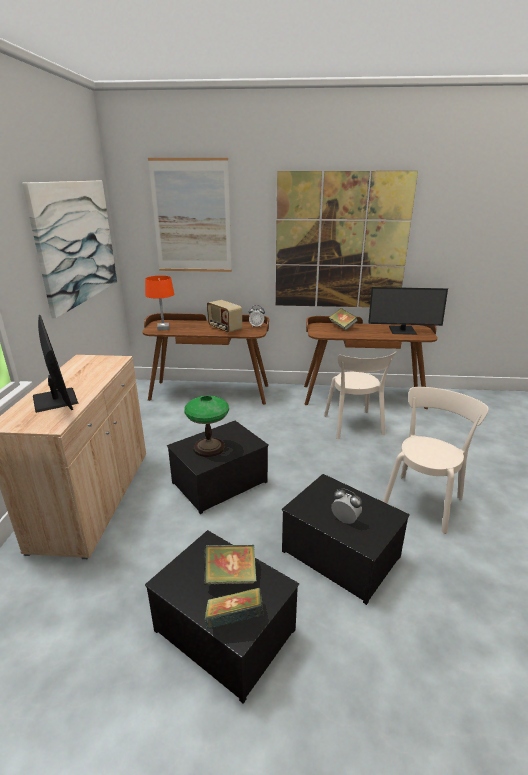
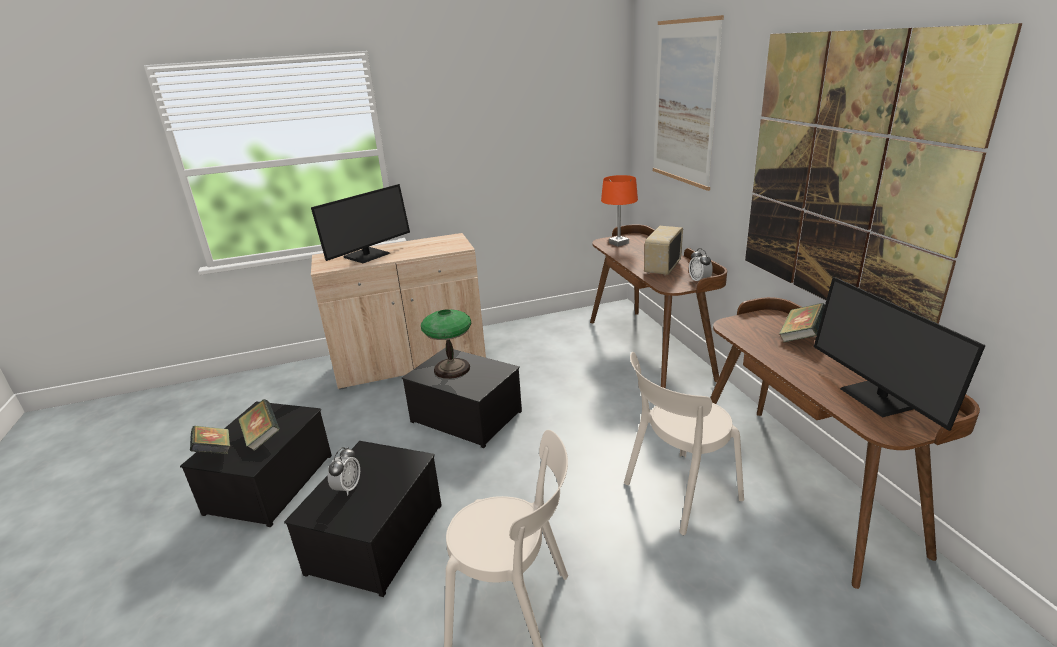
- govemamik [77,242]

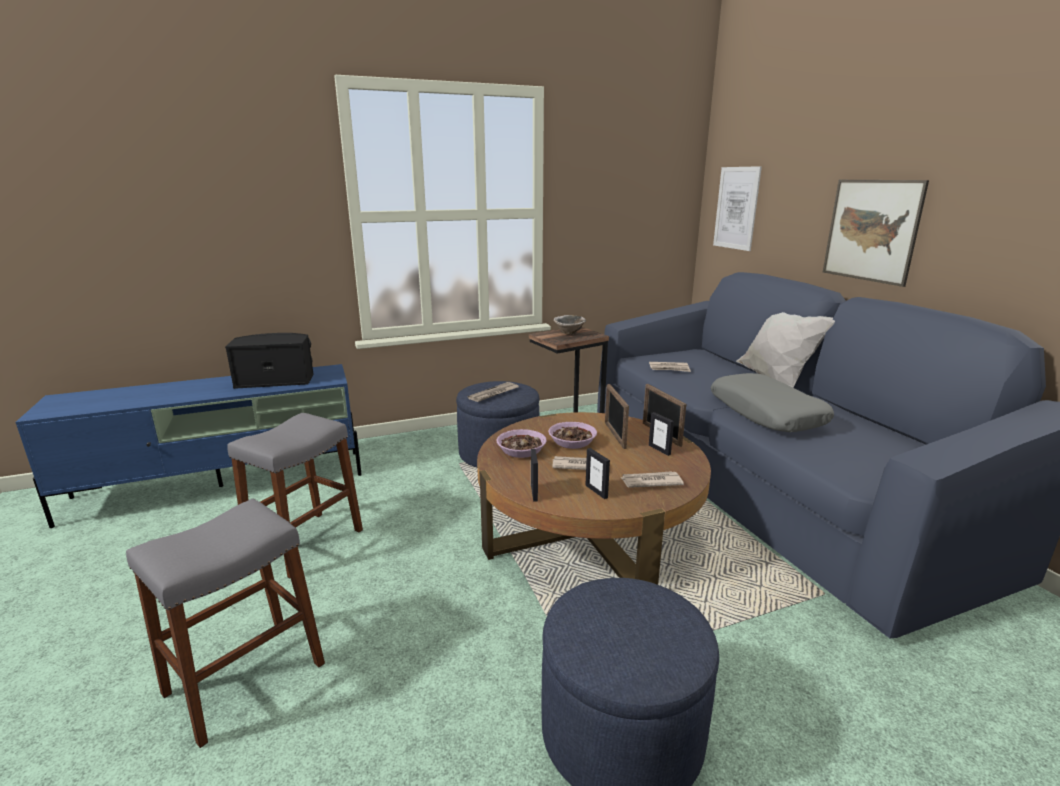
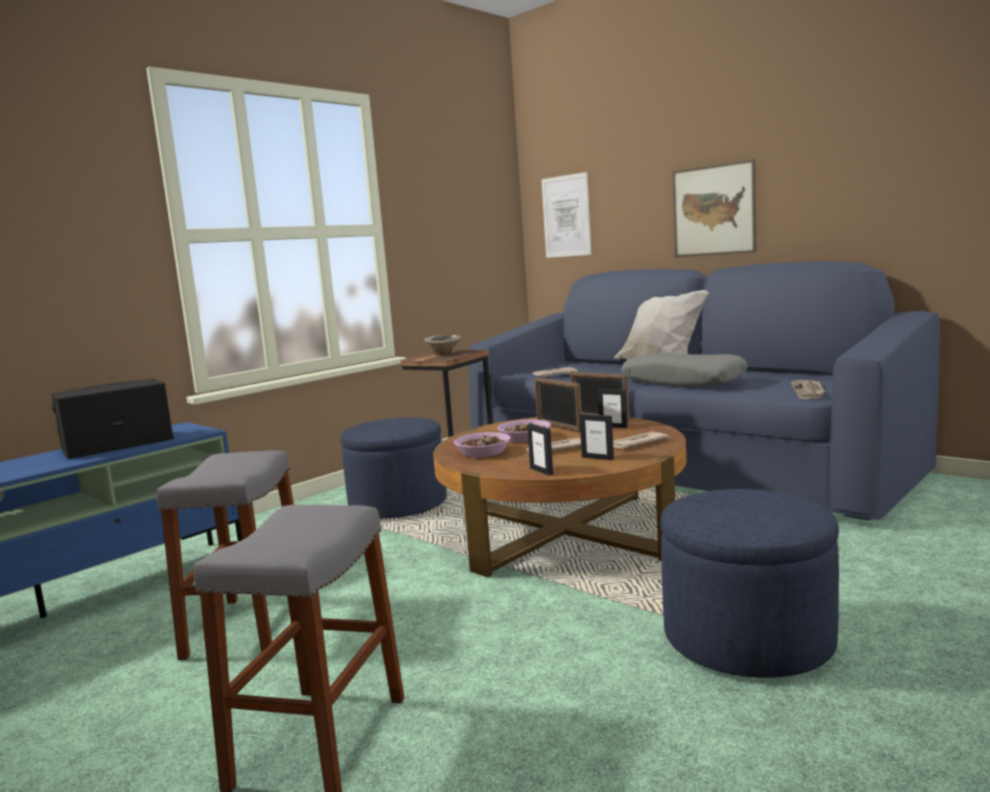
~ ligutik [494,394] to [809,391]

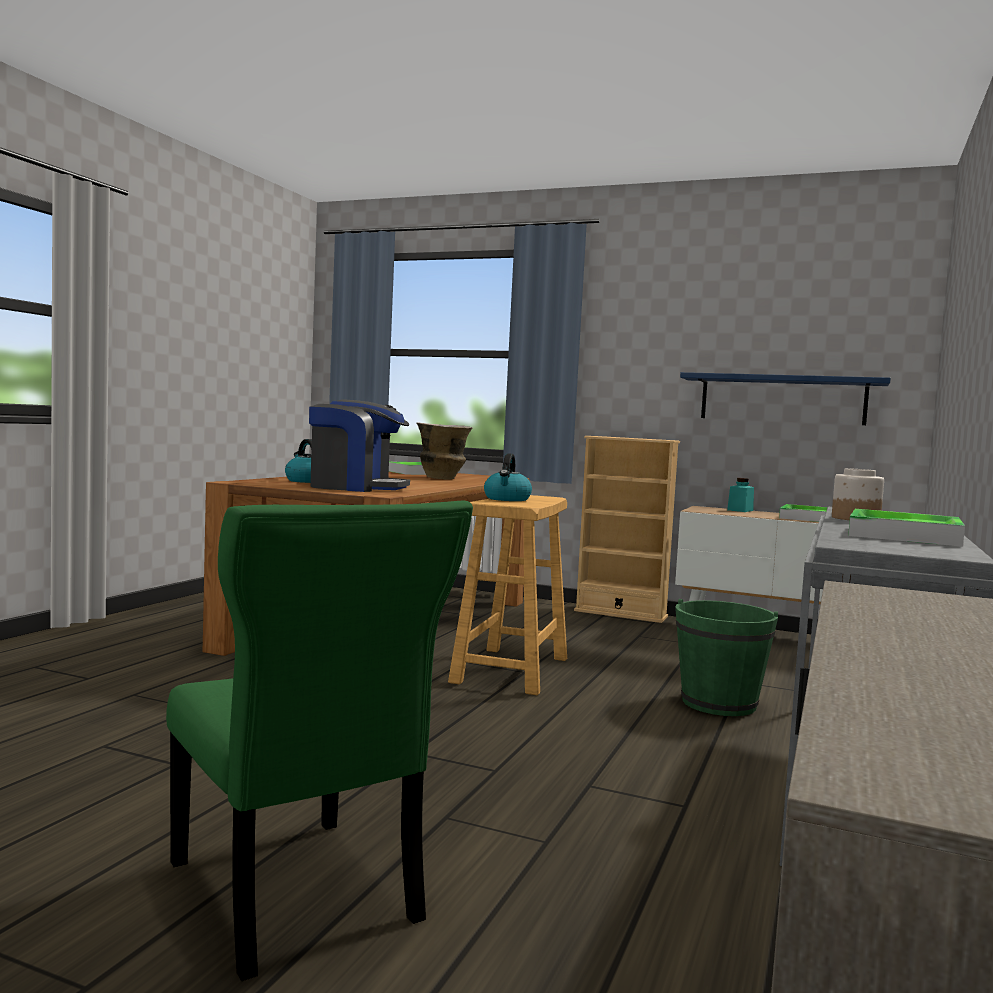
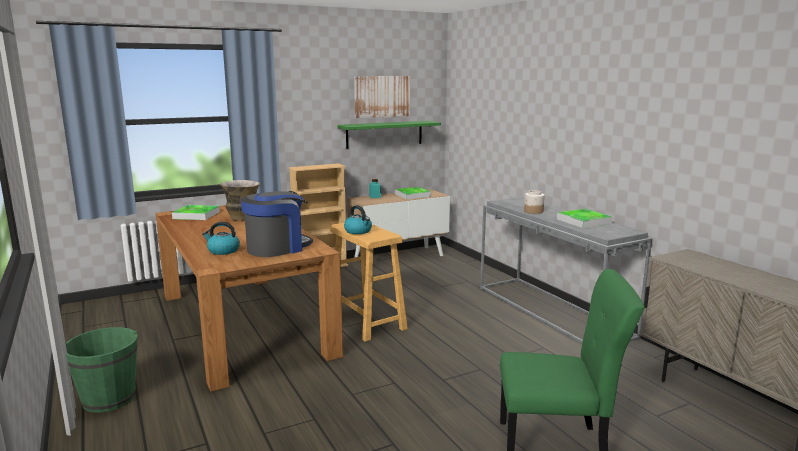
+ govemamik [382,96]
~ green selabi [719,703] to [109,399]
~ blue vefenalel [782,399] to green vefenalel [384,134]

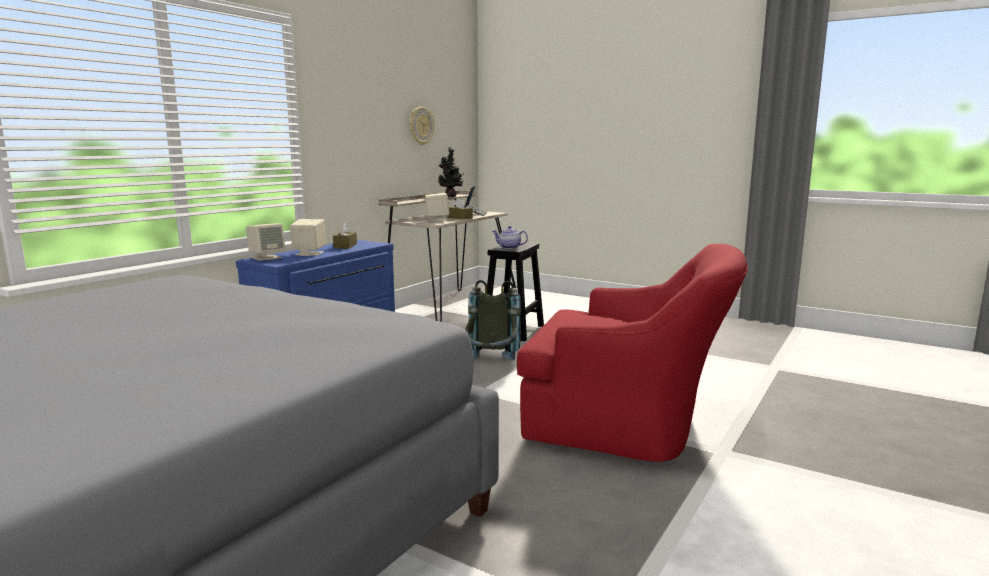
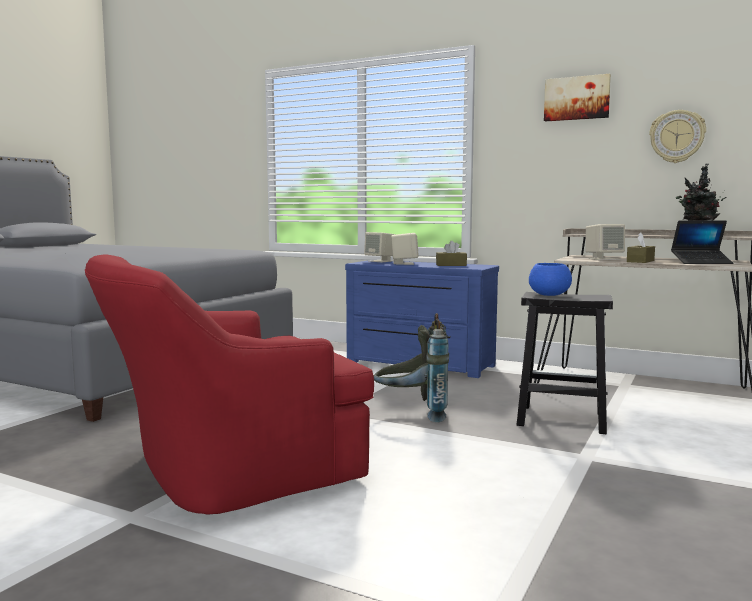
+ govemamik [577,98]
~ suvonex [509,247] to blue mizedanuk [549,295]
~ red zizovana [628,424] = [228,471] 45 degrees clockwise

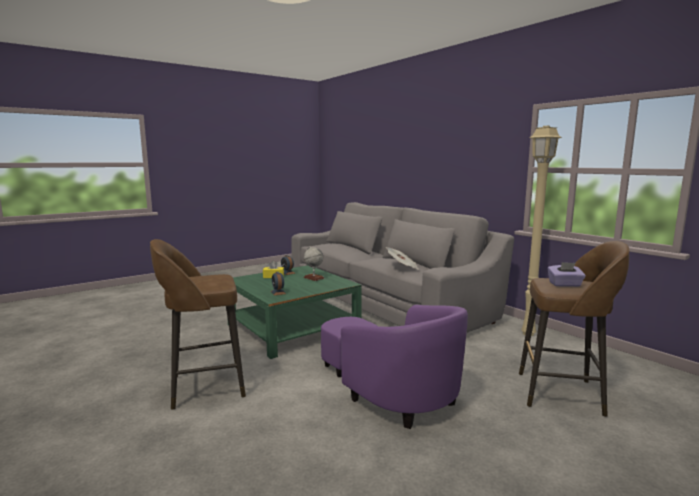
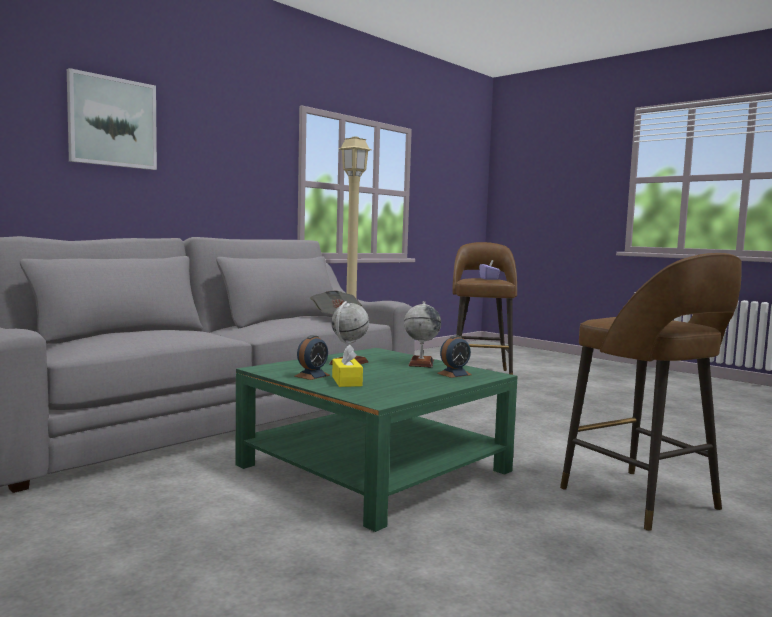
- purple zizovana [390,391]
+ govemamik [112,122]
+ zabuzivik [421,363]

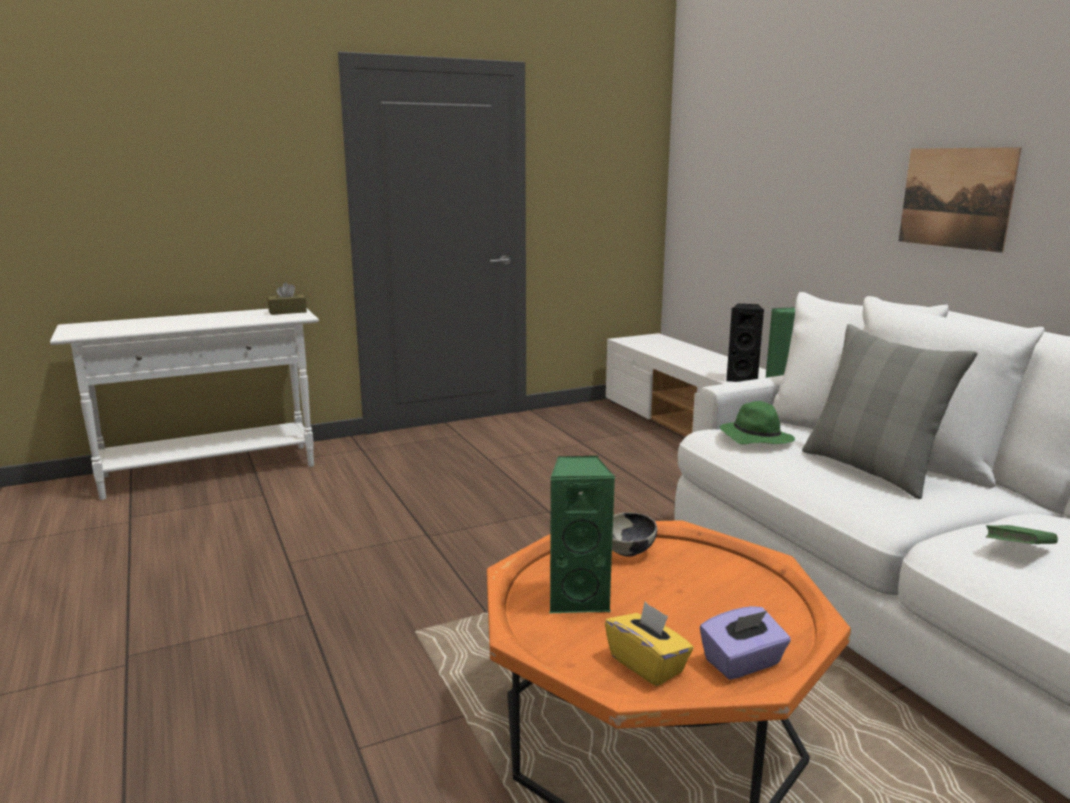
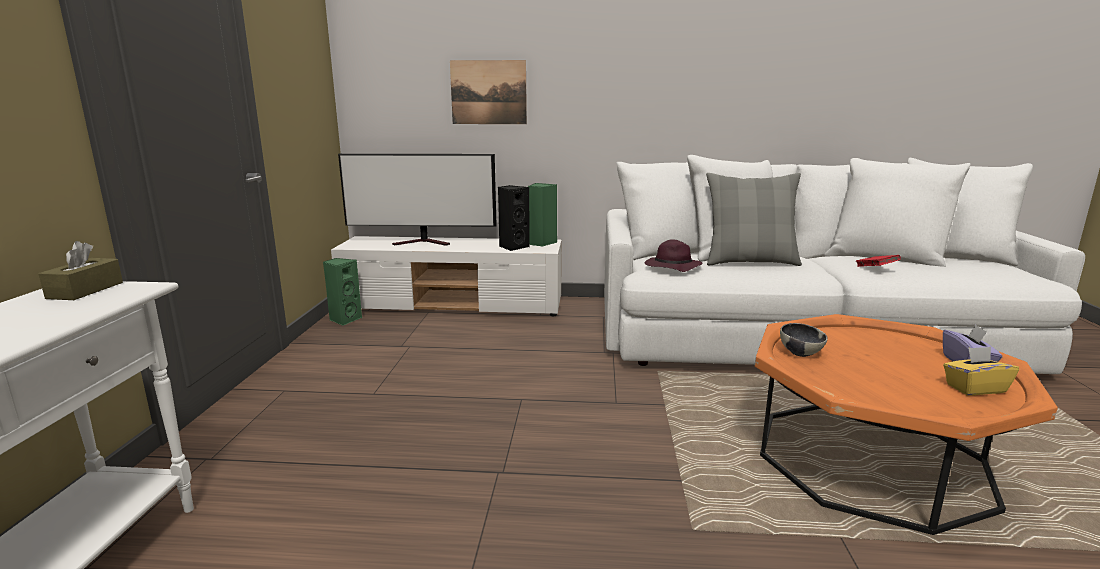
+ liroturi [424,242]
~ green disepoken [578,599] to [344,319]
~ govemamik [955,198] to [488,92]
~ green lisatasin [755,438] to purple lisatasin [671,267]
~ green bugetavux [1018,551] to red bugetavux [876,269]

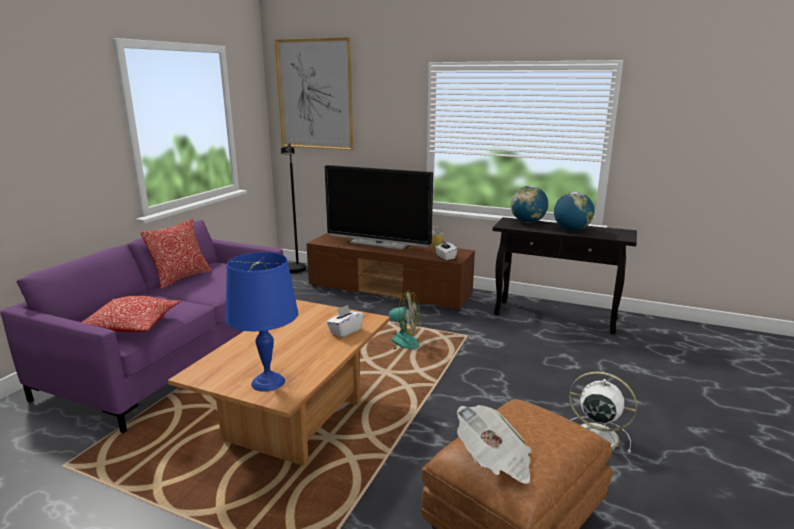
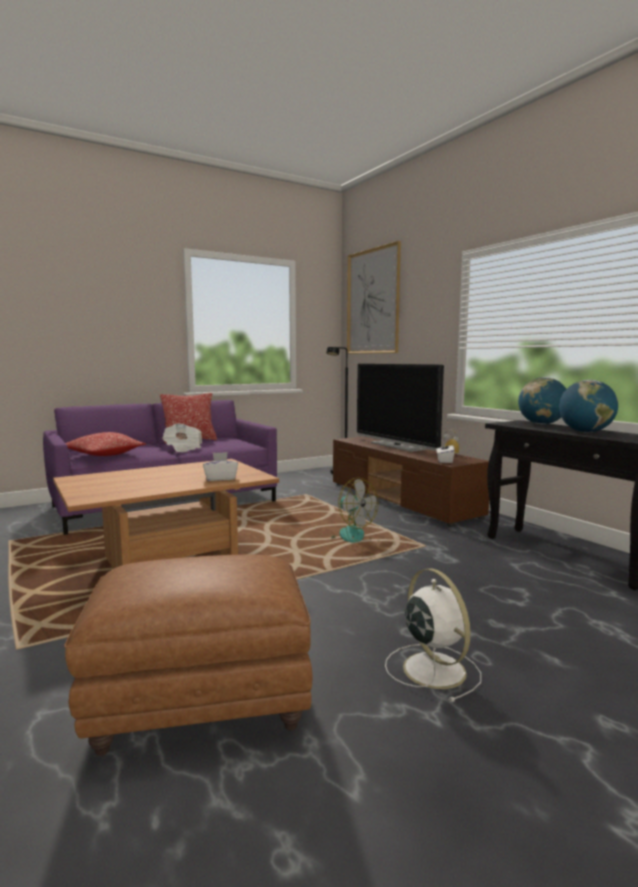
- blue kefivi [268,382]
~ ligutik [494,461] to [183,449]

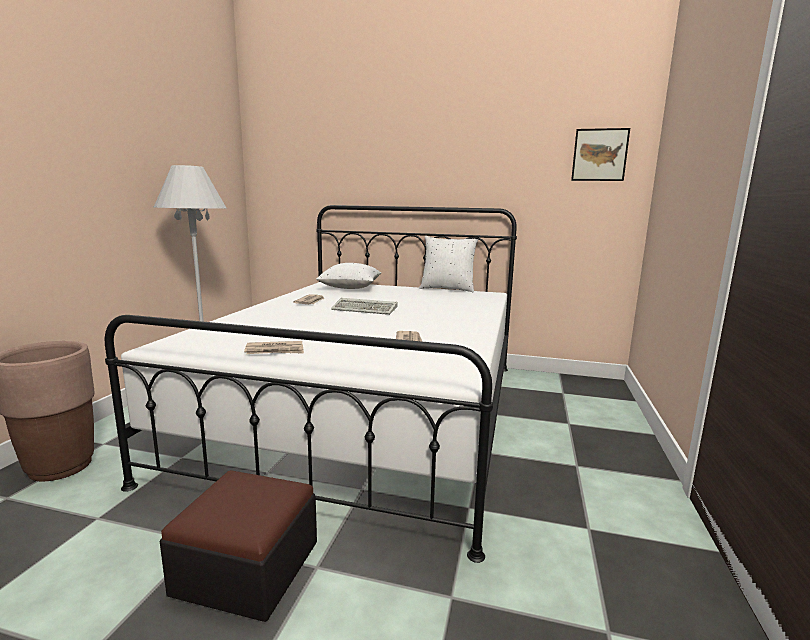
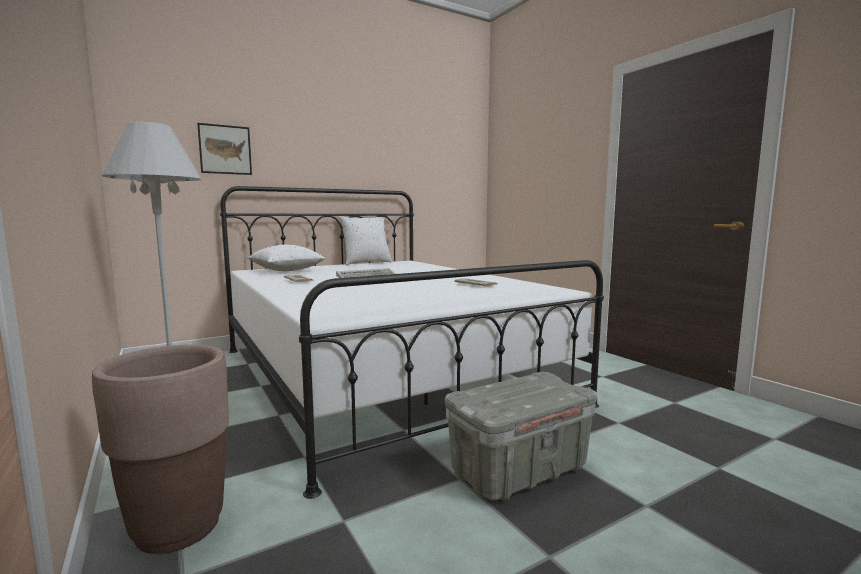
- ligutik [275,351]
~ govemamik [599,155] to [225,149]
~ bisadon [247,567] to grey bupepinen [519,469]

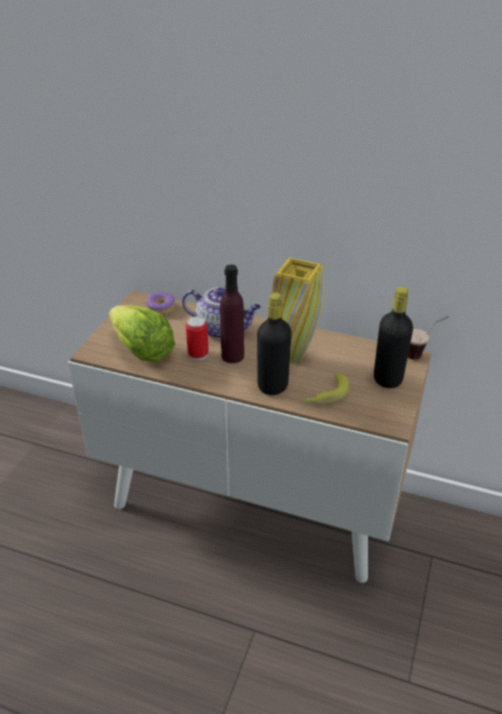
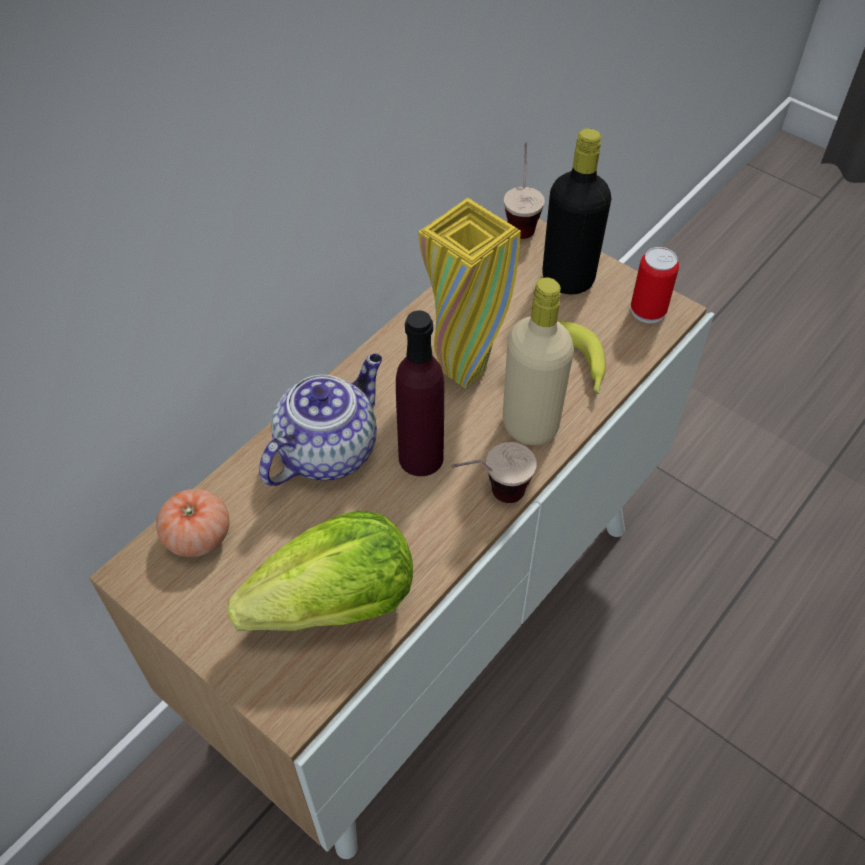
+ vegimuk [490,497]
~ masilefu [198,354] to [648,310]
~ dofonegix [161,308] to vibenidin [197,536]
~ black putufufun [272,386] to beige putufufun [530,425]

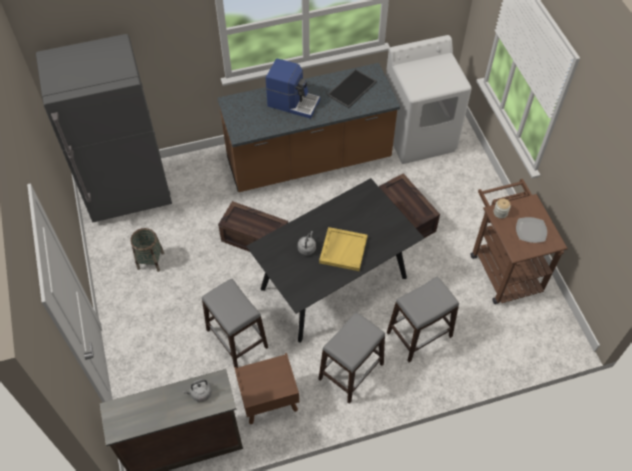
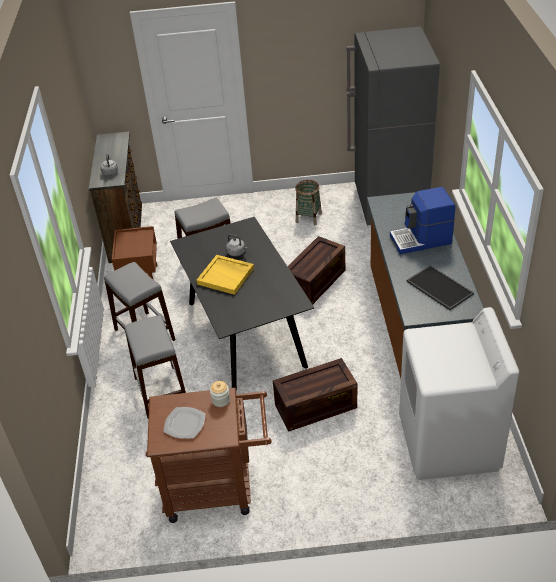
~ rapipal [293,102] = [421,240] 45 degrees clockwise

